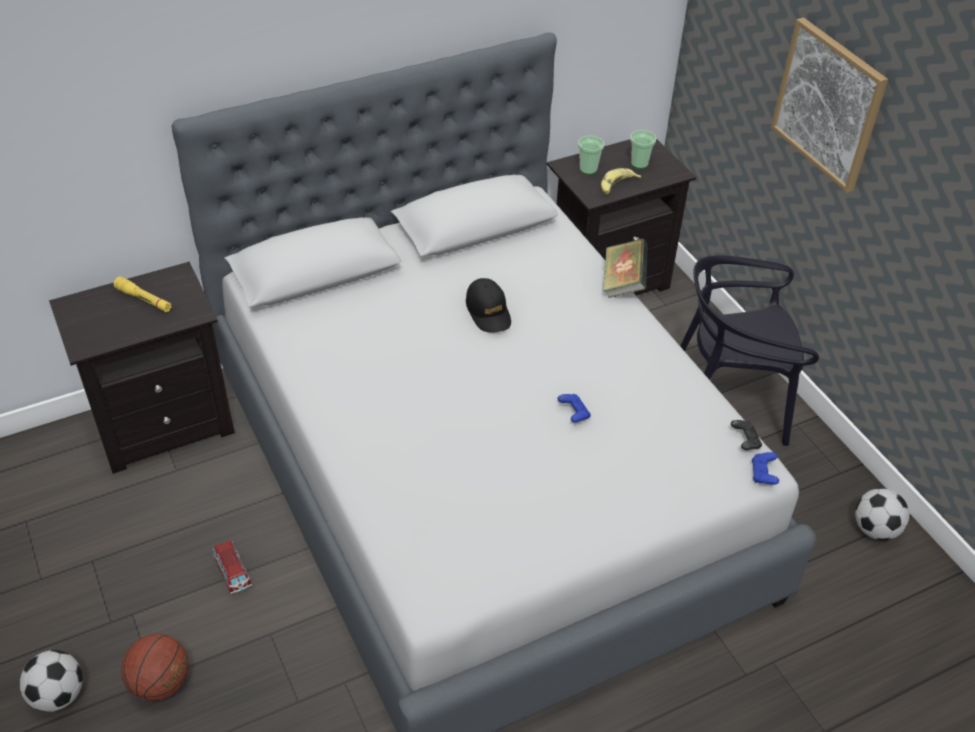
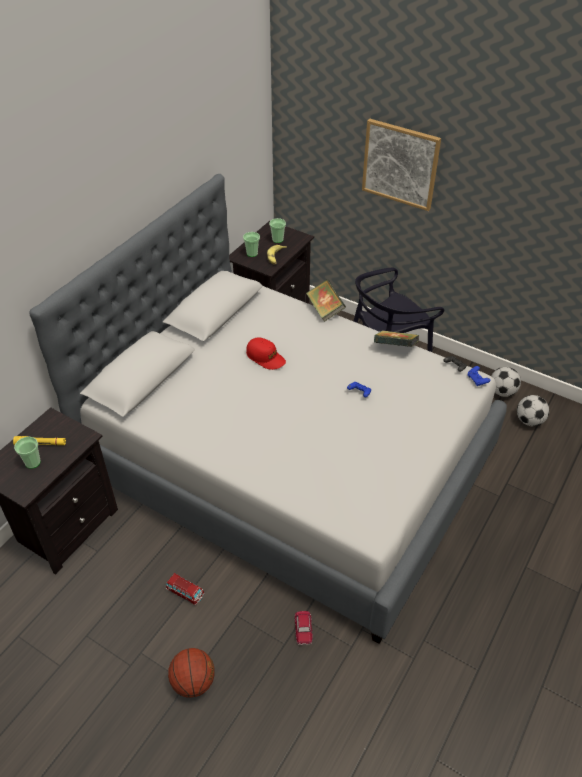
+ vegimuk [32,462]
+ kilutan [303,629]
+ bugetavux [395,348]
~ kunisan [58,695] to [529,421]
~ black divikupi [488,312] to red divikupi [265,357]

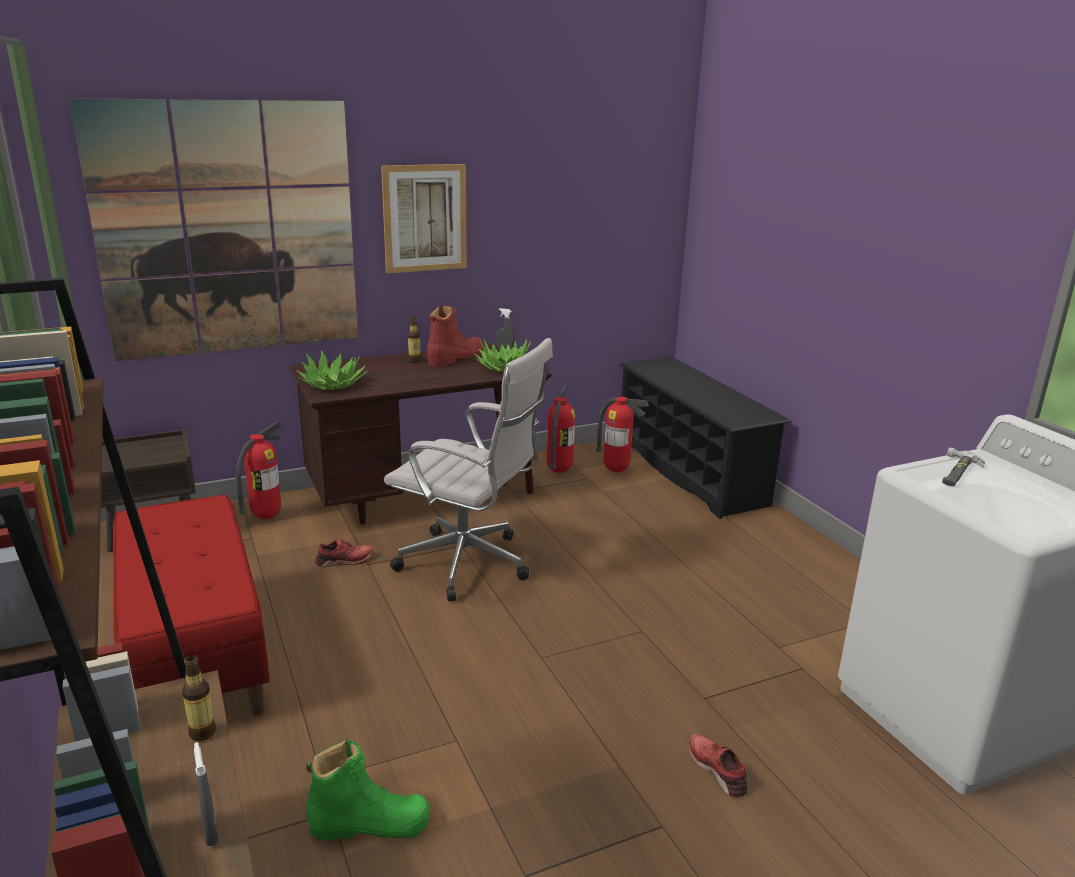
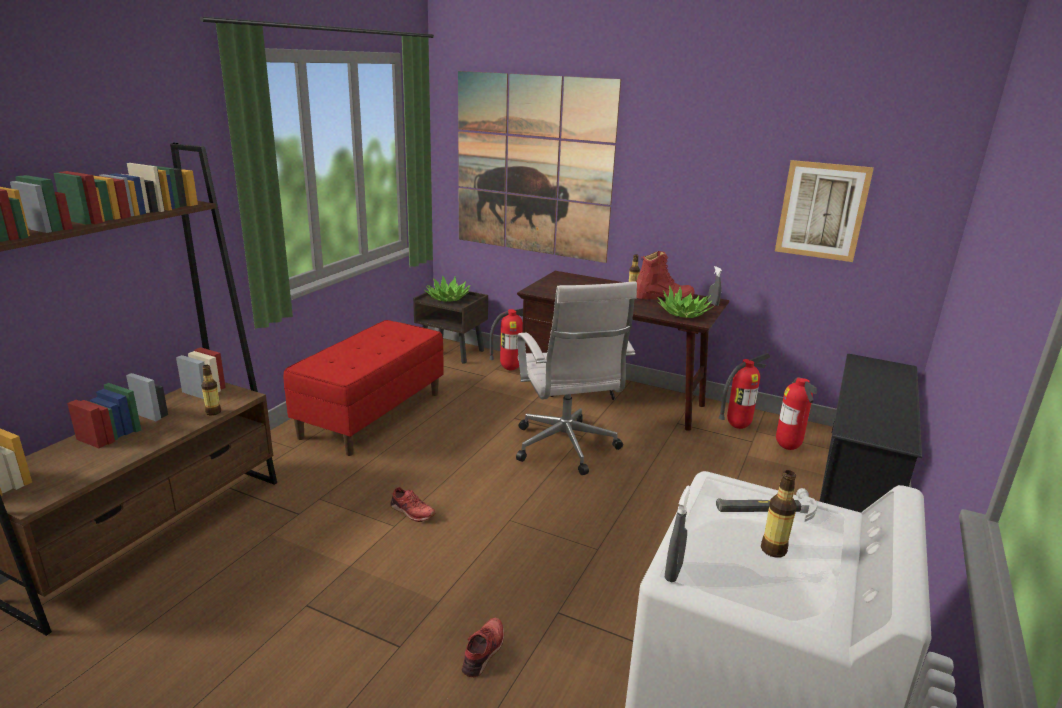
- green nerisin [370,824]
+ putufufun [773,550]
~ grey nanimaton [211,832] to [673,572]
~ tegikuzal [332,384] to [447,298]
~ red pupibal [344,560] to [411,512]
~ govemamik [425,218] to [822,211]

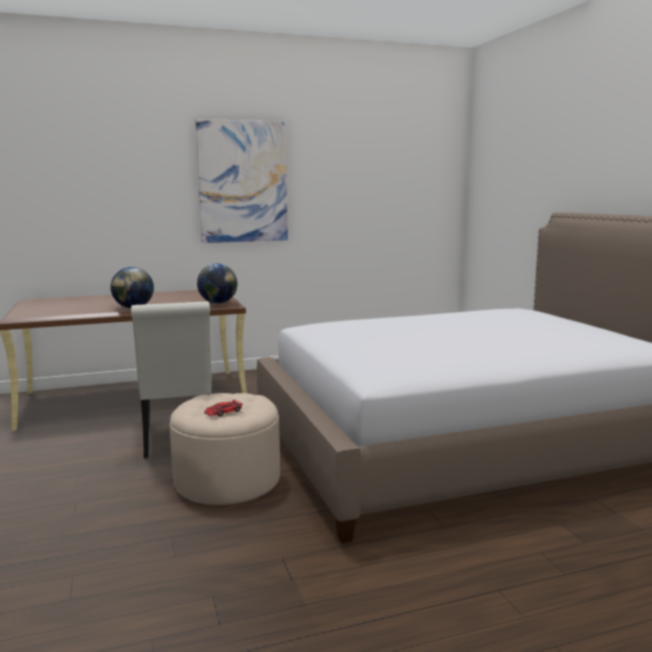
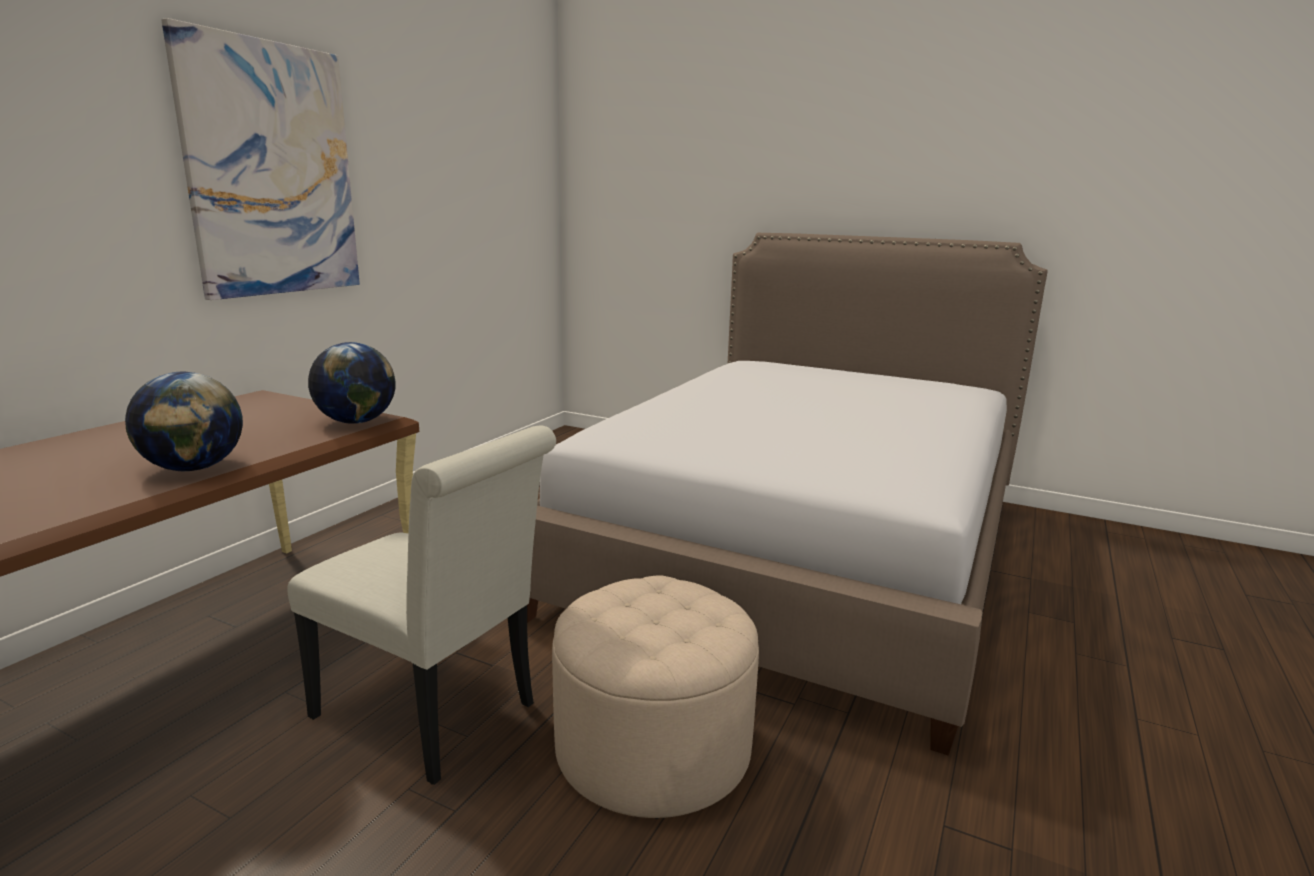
- kilutan [223,412]

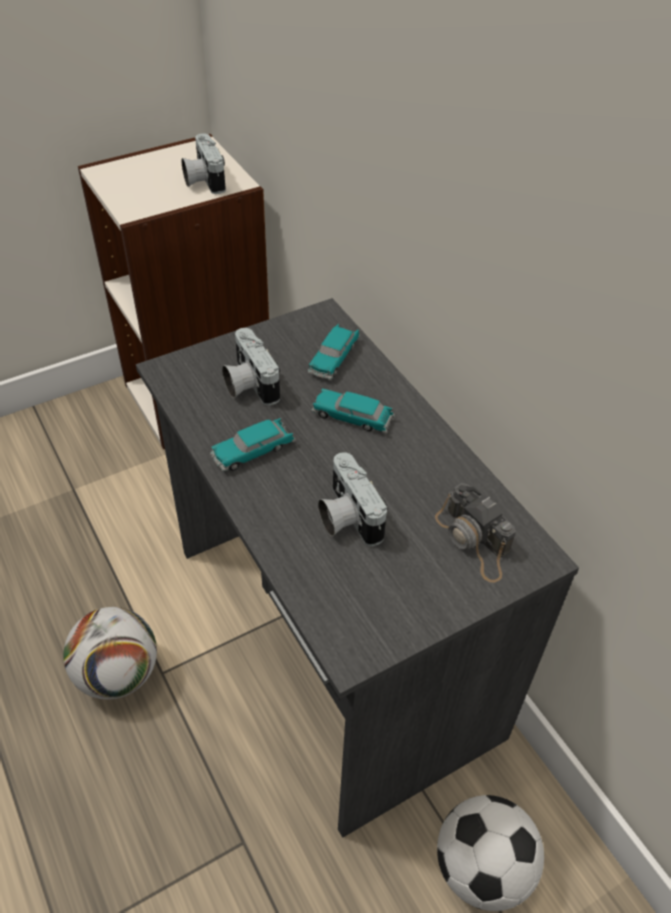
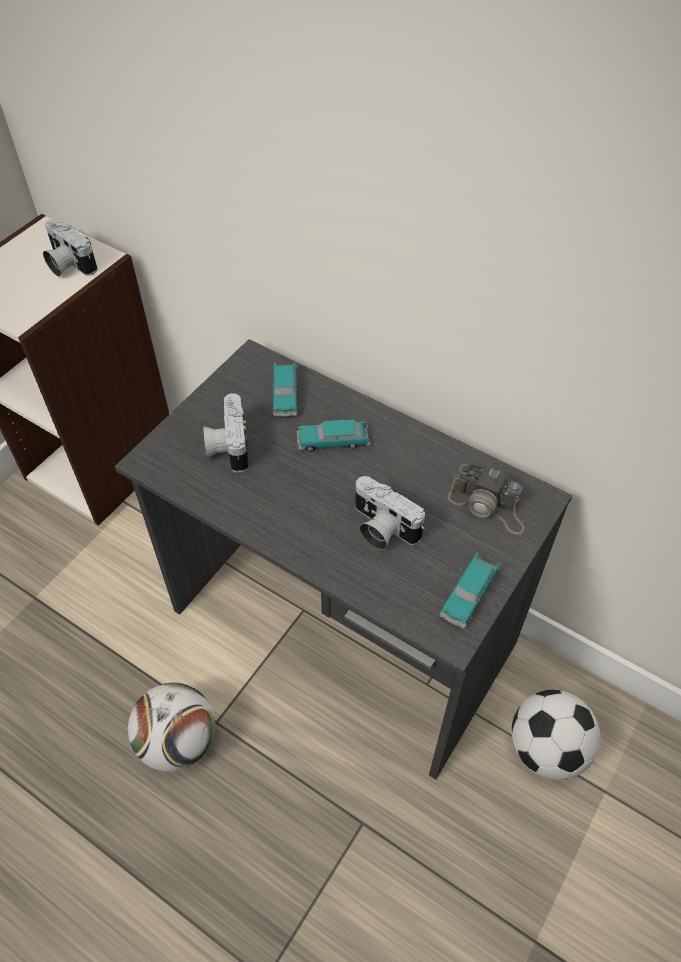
~ kilutan [253,451] to [469,594]
~ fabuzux [248,384] = [228,445] 45 degrees clockwise

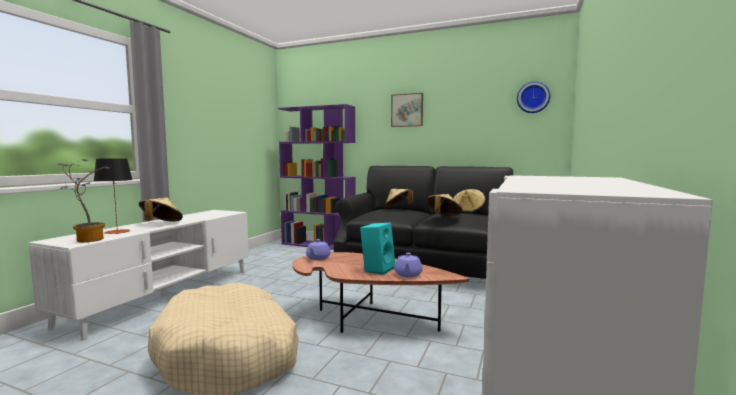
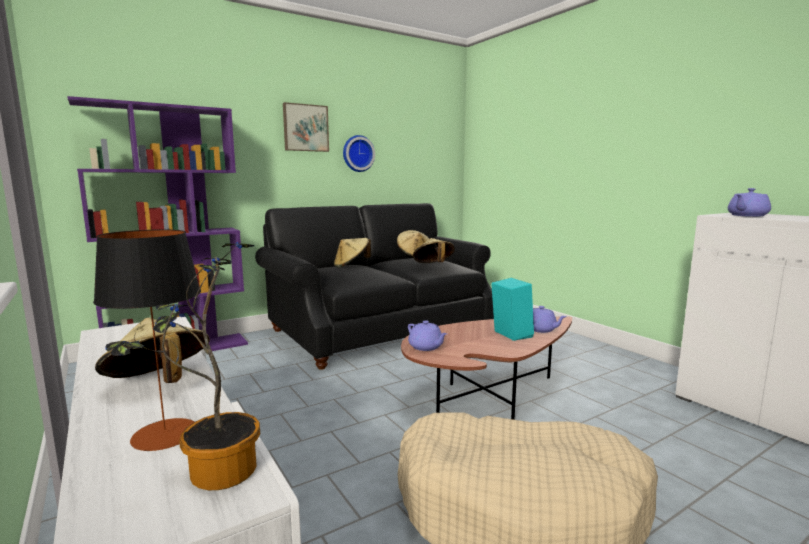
+ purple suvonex [747,216]
~ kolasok [533,97] to [357,153]

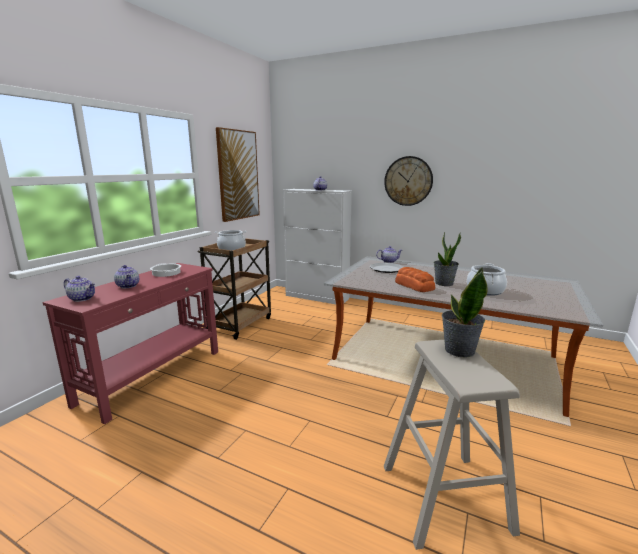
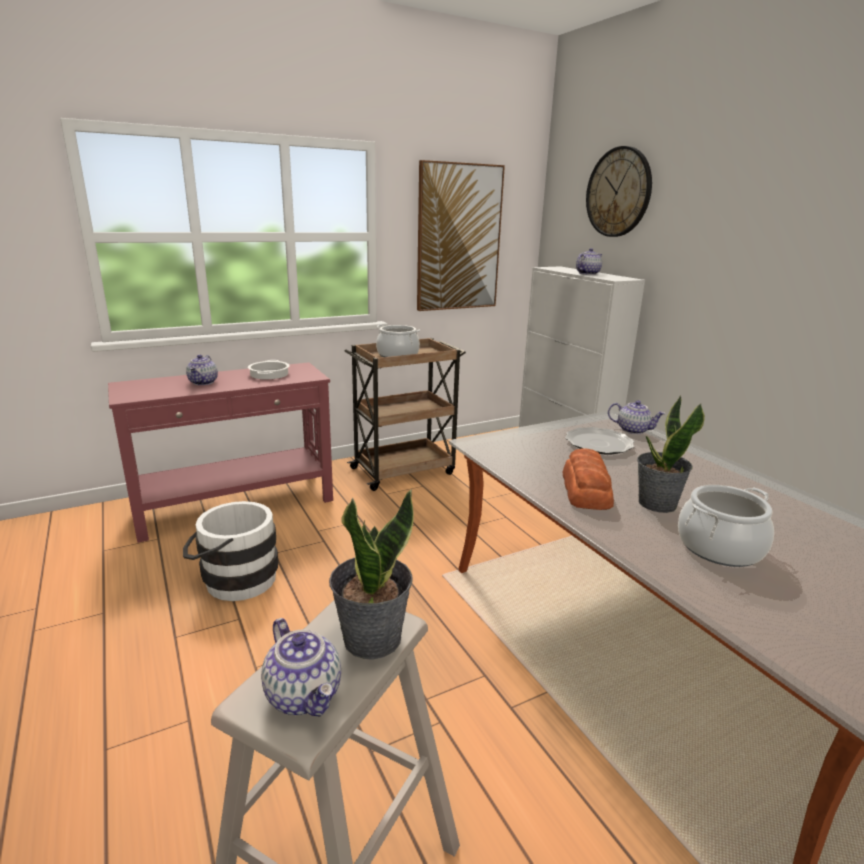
+ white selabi [234,580]
~ suvonex [82,298] to [305,695]
~ kolasok [408,181] to [618,192]

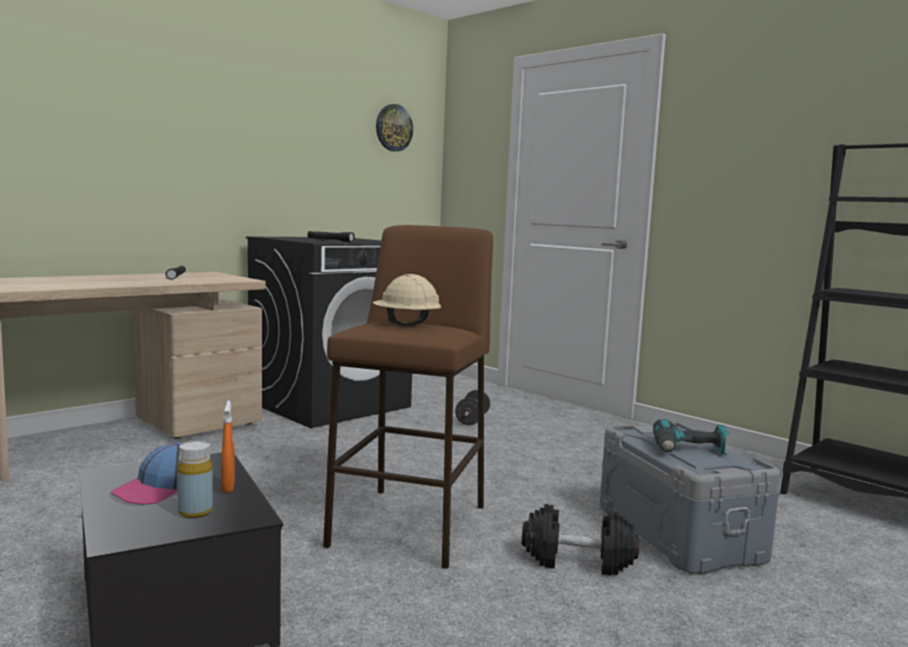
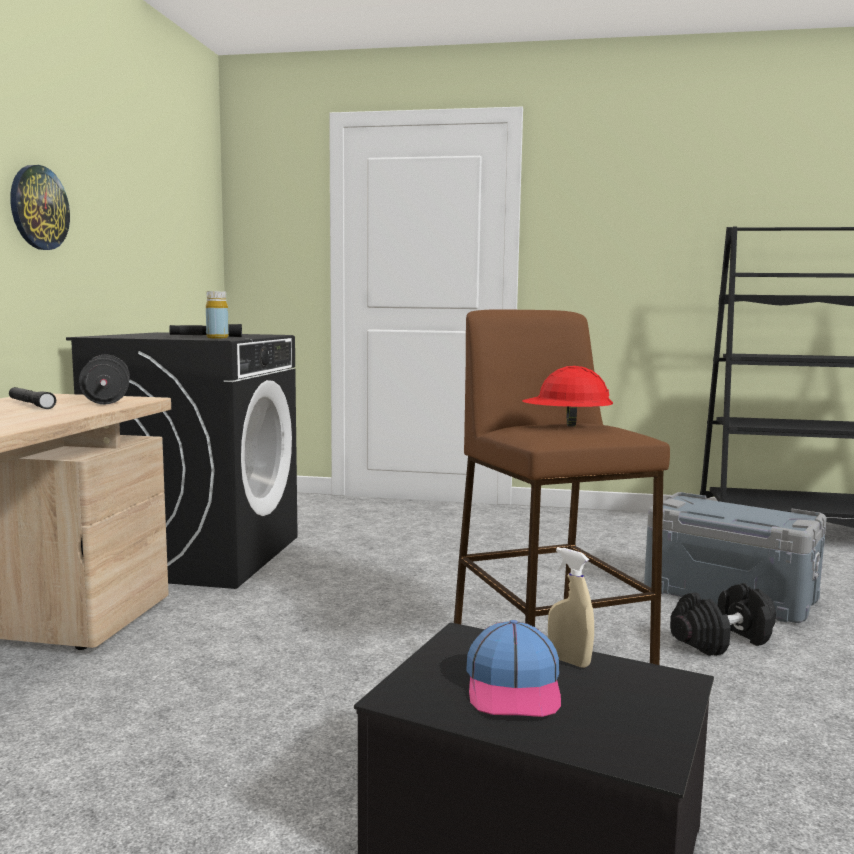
- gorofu [689,451]
~ yellow putufufun [195,512] to [217,338]
~ kolasok [393,128] to [38,208]
~ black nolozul [472,420] to [106,400]
~ orange nanimaton [228,487] to beige nanimaton [569,661]
~ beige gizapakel [405,324] to red gizapakel [566,425]

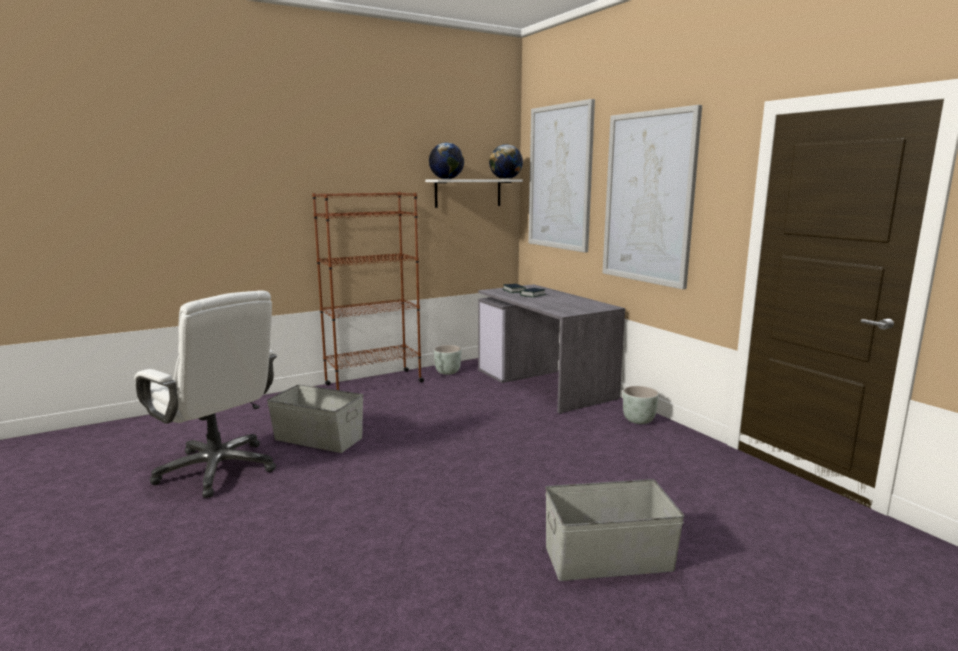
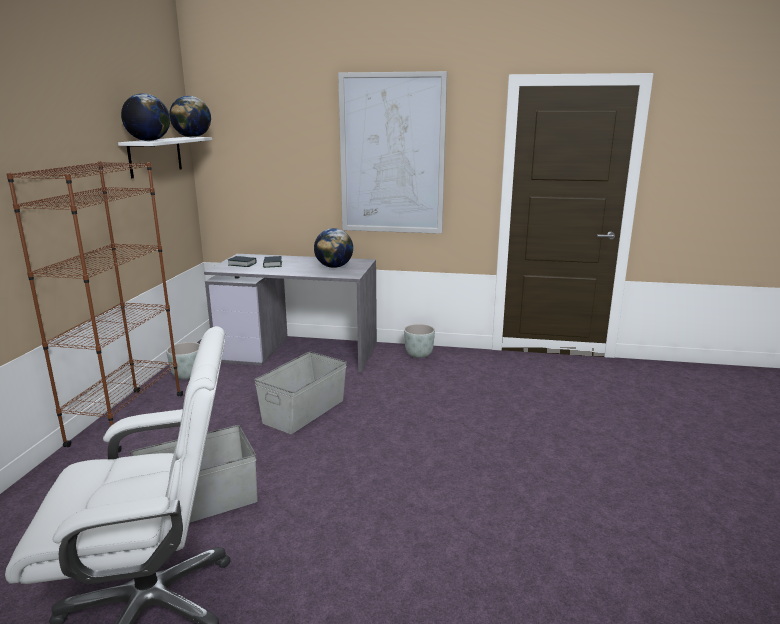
- govemamik [560,177]
+ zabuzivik [334,267]
~ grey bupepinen [609,559] to [305,411]

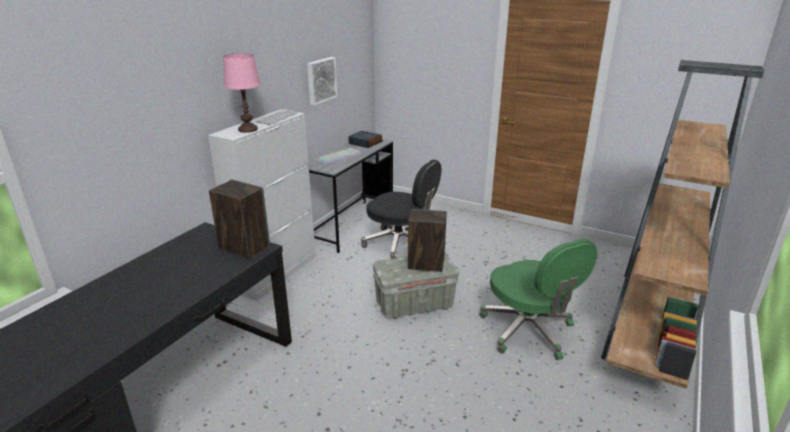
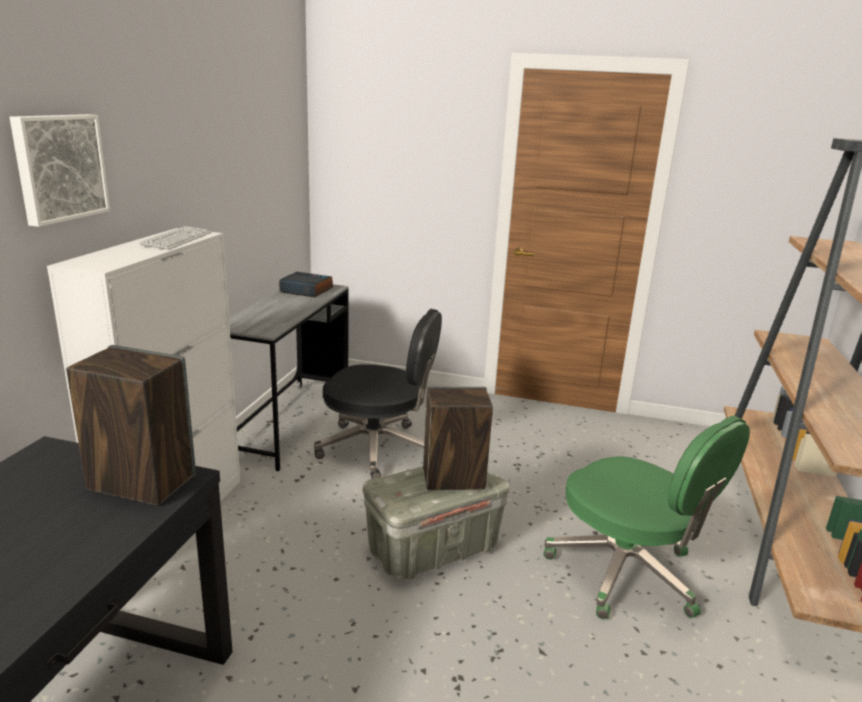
- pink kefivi [248,129]
- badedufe [338,157]
~ govemamik [320,80] to [59,167]

